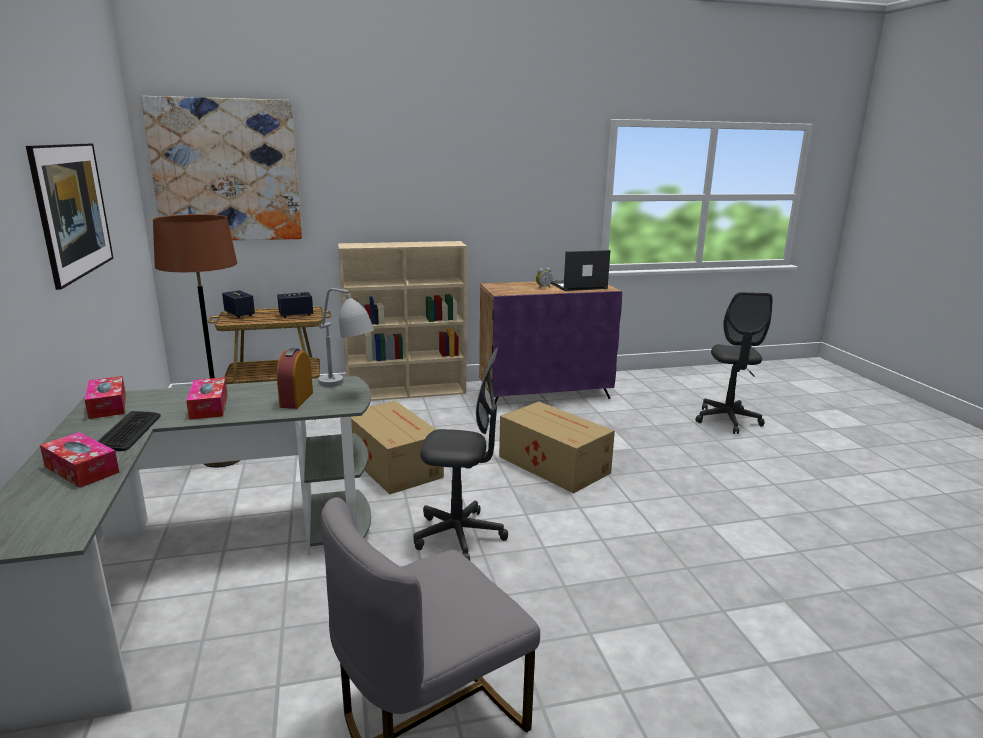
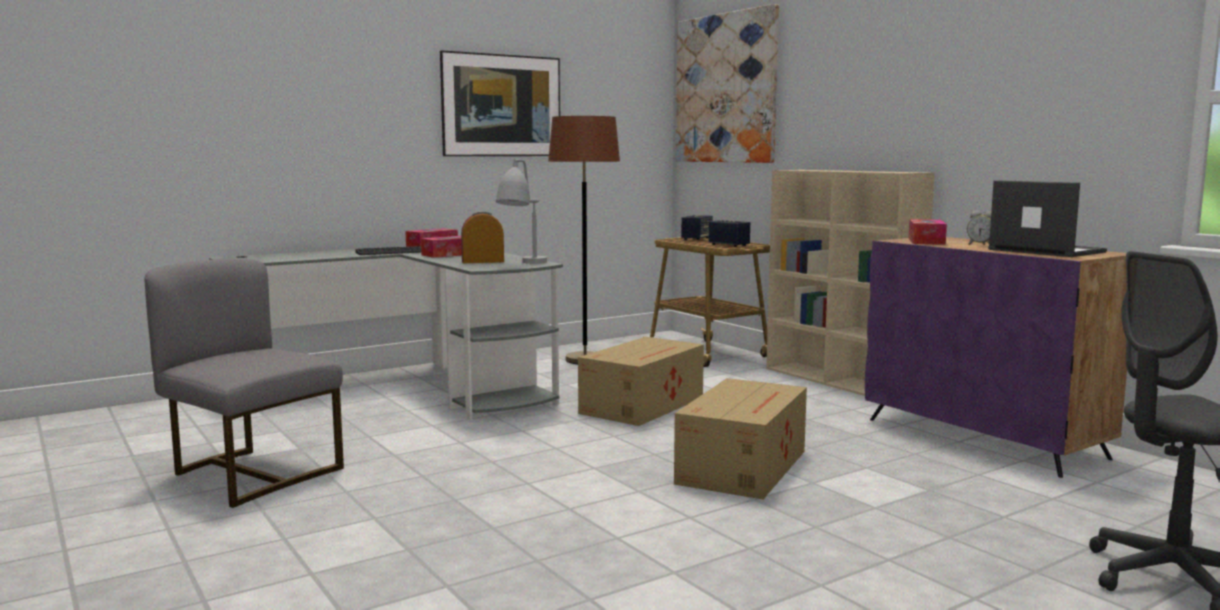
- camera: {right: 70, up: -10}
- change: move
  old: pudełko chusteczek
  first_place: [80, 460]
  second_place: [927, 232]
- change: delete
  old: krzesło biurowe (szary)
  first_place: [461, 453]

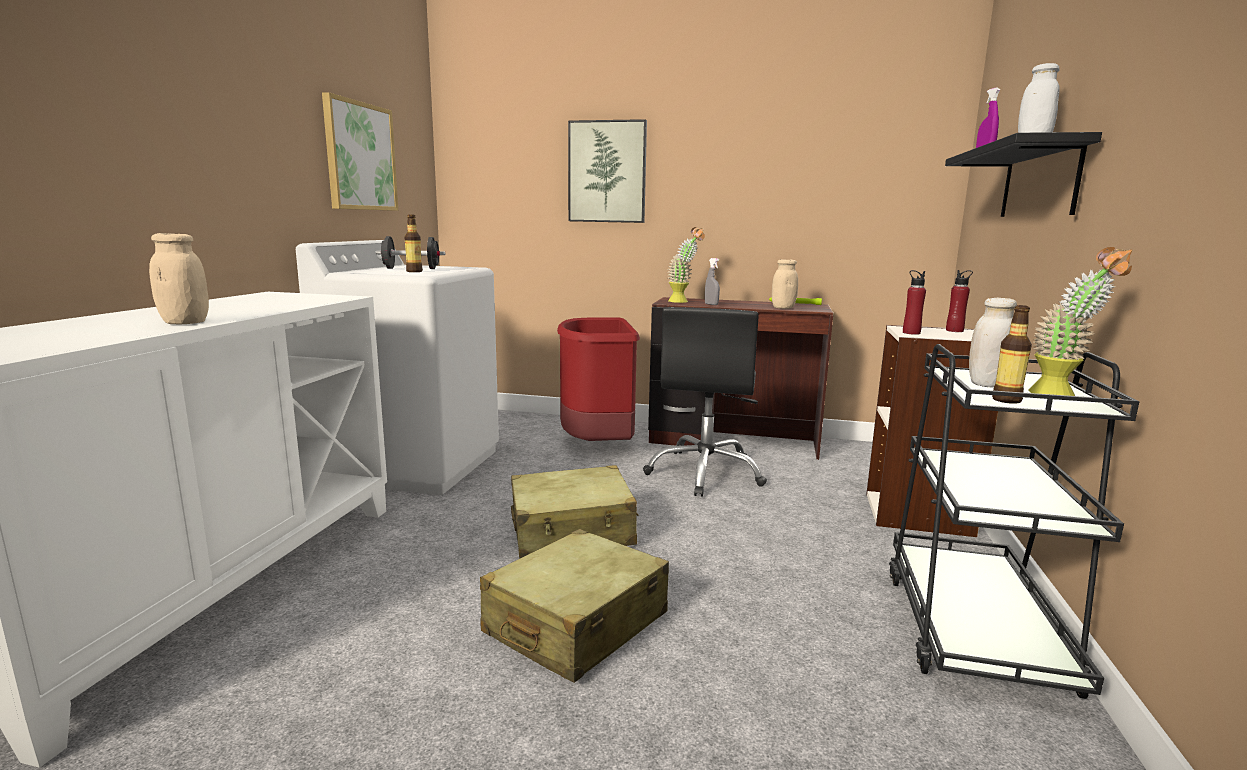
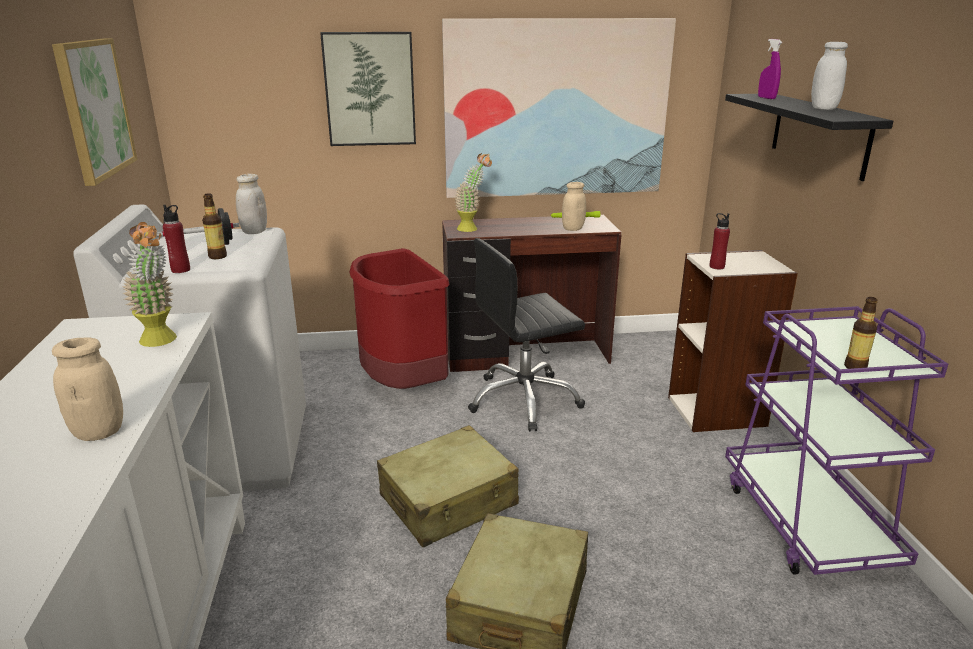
- camera: {right: -20, up: 10}
- change: move
  old: roślina doniczkowa
  first_place: [1080, 321]
  second_place: [149, 284]
- change: move
  old: butelka (czerwony)
  first_place: [959, 301]
  second_place: [176, 239]
- change: move
  old: słoik (biały)
  first_place: [993, 343]
  second_place: [251, 204]
- change: insert
  new: obraz
  second_place: [559, 108]
- change: rotate
  old: krzesło biurowe (czarny)
  first_place: [705, 402]
  second_place: [526, 334]
  degrees: 75
- change: recolor
  old: wózek (czarny)
  new: wózek (fioletowy)
  first_place: [1014, 521]
  second_place: [836, 440]
- change: delete
  old: spryskiwacz (szary)
  first_place: [712, 281]

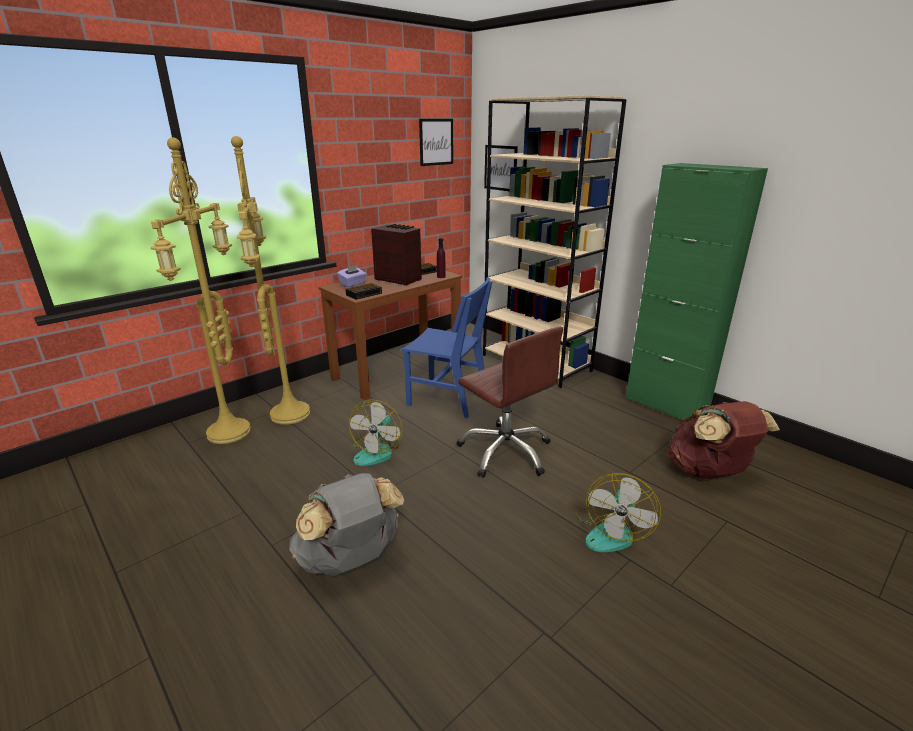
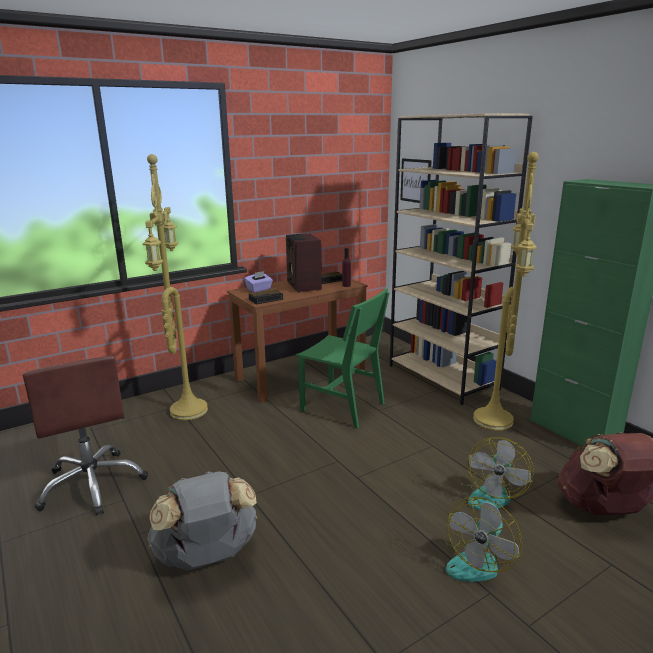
- camera: {right: 10, up: -5}
- change: move
  old: krzesło biurowe (brązowy)
  first_place: [510, 402]
  second_place: [85, 435]
- change: rotate
  old: radio
  first_place: [396, 255]
  second_place: [304, 263]
  degrees: -150
- change: recolor
  old: krzesło (niebieski)
  new: krzesło (zielony)
  first_place: [446, 347]
  second_place: [343, 358]
- change: move
  old: wentylator
  first_place: [376, 433]
  second_place: [496, 473]
- change: move
  old: lampa stojąca (żółty)
  first_place: [201, 290]
  second_place: [506, 291]
- change: delete
  old: obraz
  first_place: [436, 142]

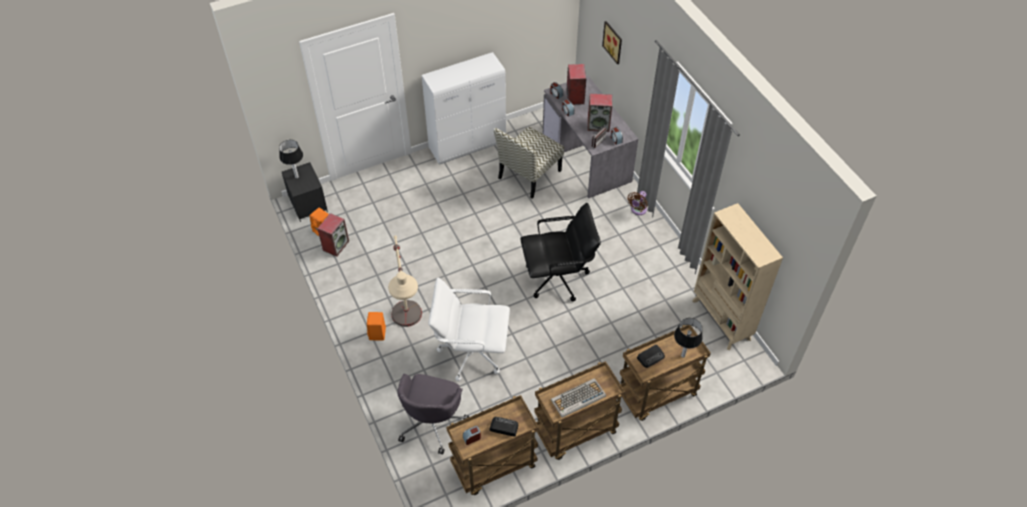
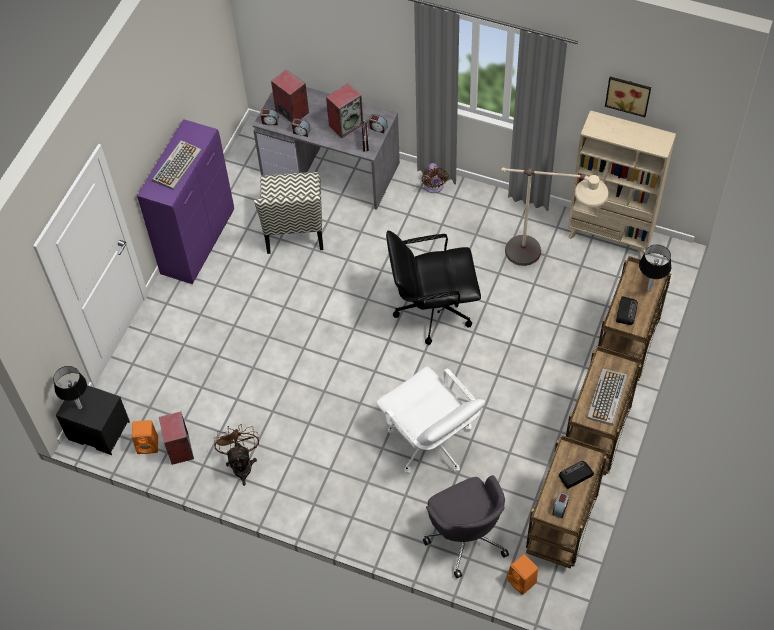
- camera: {right: -40, up: 5}
- change: recolor
  old: szafka (biały)
  new: szafka (fioletowy)
  first_place: [463, 108]
  second_place: [185, 201]
- change: insert
  new: klawiatura
  second_place: [177, 165]
- change: insert
  new: wentylator (brązowy)
  second_place: [236, 455]
- change: rotate
  old: krzesło biurowe (biały)
  first_place: [469, 329]
  second_place: [430, 420]
  degrees: -90
- change: rotate
  old: krzesło biurowe (czarny)
  first_place: [560, 252]
  second_place: [433, 287]
  degrees: -135
- change: move
  old: lampa stojąca (beżowy)
  first_place: [405, 281]
  second_place: [555, 217]
- change: move
  old: głośnik (pomarańczowy)
  first_place: [376, 326]
  second_place: [522, 574]
- change: move
  old: obraz
  first_place: [612, 42]
  second_place: [628, 97]

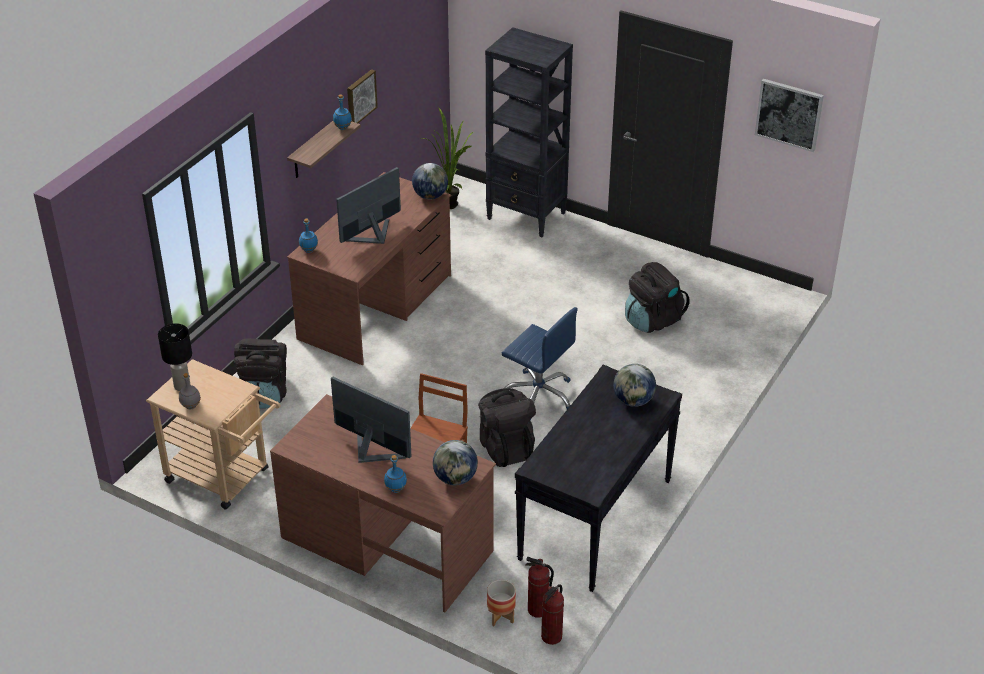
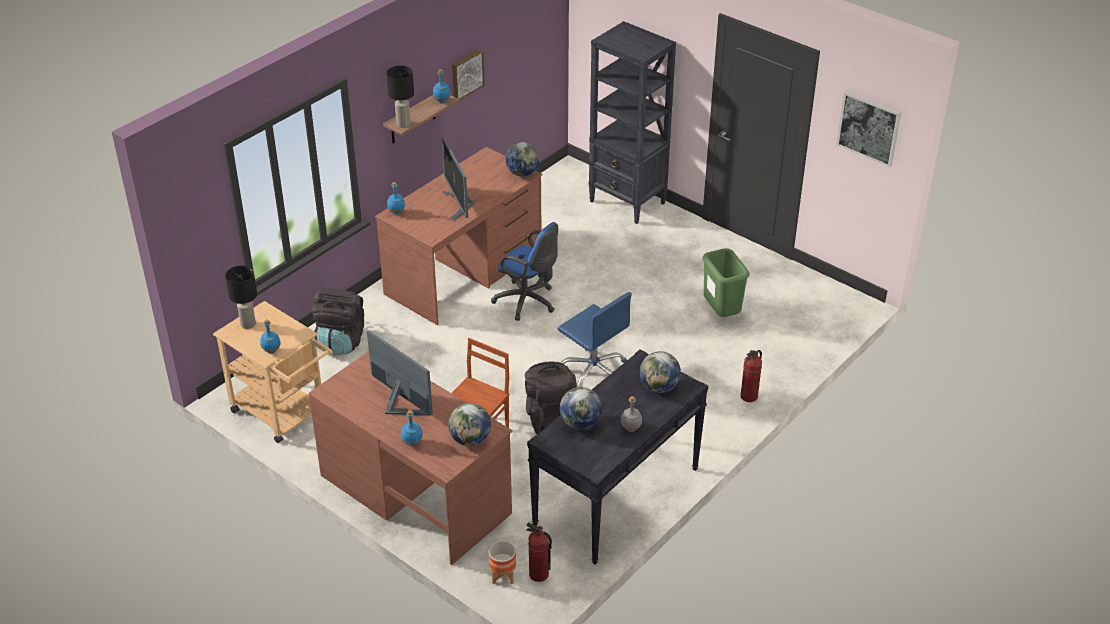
- camera: {right: 10, up: 0}
- change: insert
  new: butelka (niebieski)
  second_place: [270, 336]
- change: insert
  new: lampa stołowa (czarny)
  second_place: [400, 97]
- change: rotate
  old: monitor
  first_place: [368, 205]
  second_place: [458, 179]
  degrees: -75
- change: insert
  new: krzesło biurowe (niebieski)
  second_place: [524, 271]
- change: insert
  new: globus
  second_place: [581, 408]
- change: move
  old: butelka (szary)
  first_place: [190, 391]
  second_place: [631, 414]
- change: replace
  old: plecak (czarny)
  new: kosz na śmieci (zielony)
  first_place: [657, 297]
  second_place: [726, 282]
- change: move
  old: gaśnica
  first_place: [552, 614]
  second_place: [751, 376]
- change: delete
  old: roślina doniczkowa
  first_place: [447, 158]

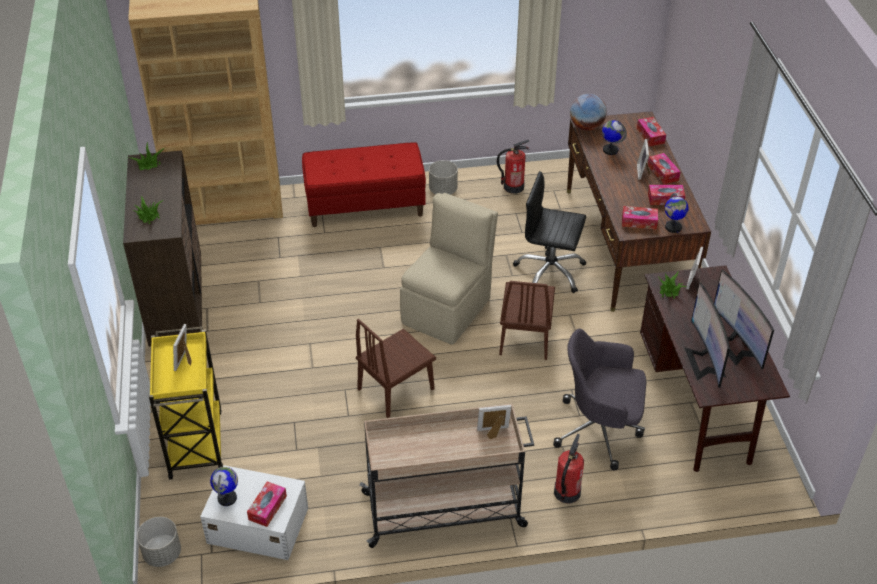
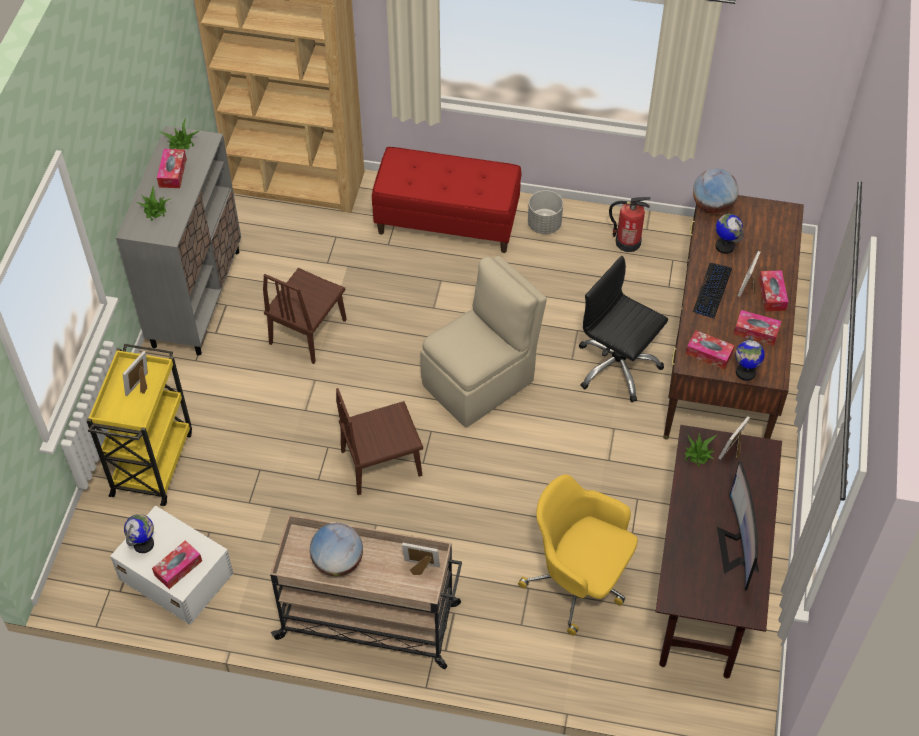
- camera: {right: 20, up: 10}
- change: recolor
  old: szafka (brązowy)
  new: szafka (szary)
  first_place: [162, 248]
  second_place: [178, 240]
- change: move
  old: pudełko chusteczek
  first_place: [651, 131]
  second_place: [172, 168]
- change: move
  old: krzesło (brązowy)
  first_place: [527, 320]
  second_place: [305, 316]
- change: insert
  new: globus
  second_place: [336, 549]
- change: recolor
  old: krzesło biurowe (szary)
  new: krzesło biurowe (żółty)
  first_place: [599, 399]
  second_place: [578, 555]
- change: insert
  new: klawiatura
  second_place: [712, 290]
- change: delete
  old: donica (szary)
  first_place: [159, 542]
- change: delete
  old: gaśnica
  first_place: [569, 469]
- change: delete
  old: monitor
  first_place: [707, 335]

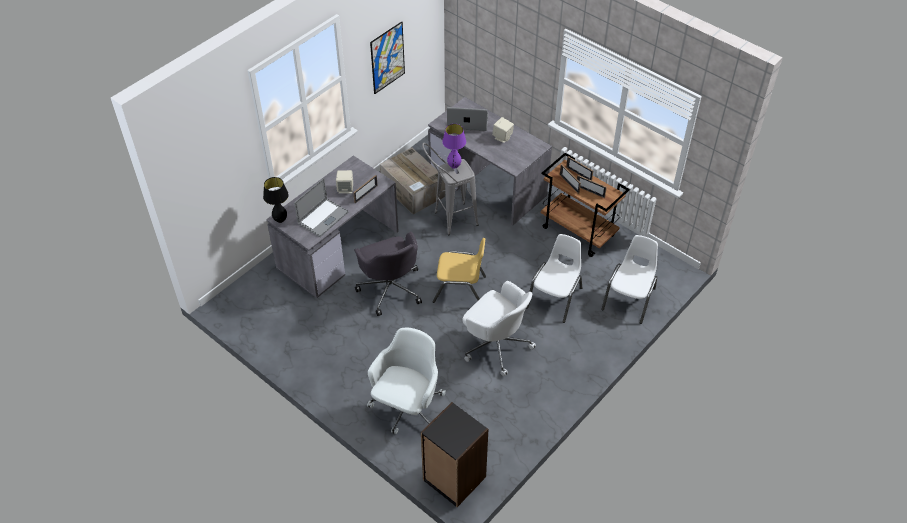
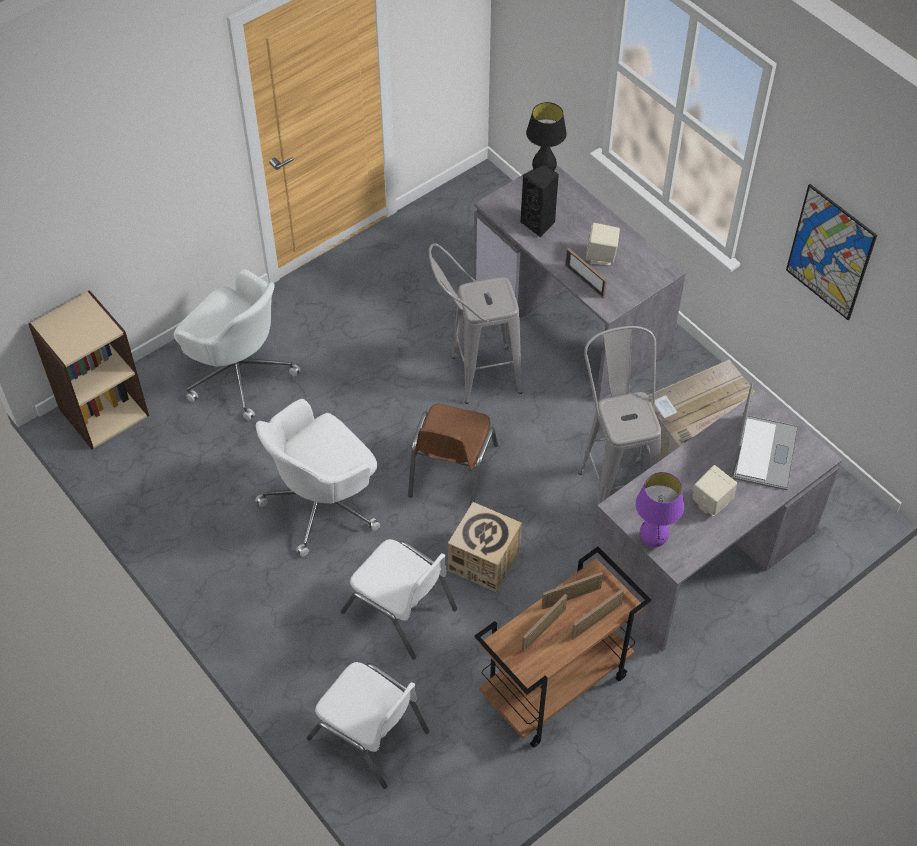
- camera: {right: 100, up: 5}
- change: recolor
  old: regał (czarny)
  new: regał (beżowy)
  first_place: [454, 454]
  second_place: [88, 369]
- change: recolor
  old: krzesło (żółty)
  new: krzesło (brązowy)
  first_place: [459, 270]
  second_place: [453, 454]
- change: replace
  old: krzesło biurowe (szary)
  new: stołek (szary)
  first_place: [388, 274]
  second_place: [476, 323]
- change: insert
  new: karton
  second_place: [485, 547]
- change: replace
  old: laptop
  new: głośnik (czarny)
  first_place: [321, 207]
  second_place: [540, 200]
- change: move
  old: lampa stołowa (fioletowy)
  first_place: [454, 146]
  second_place: [659, 510]

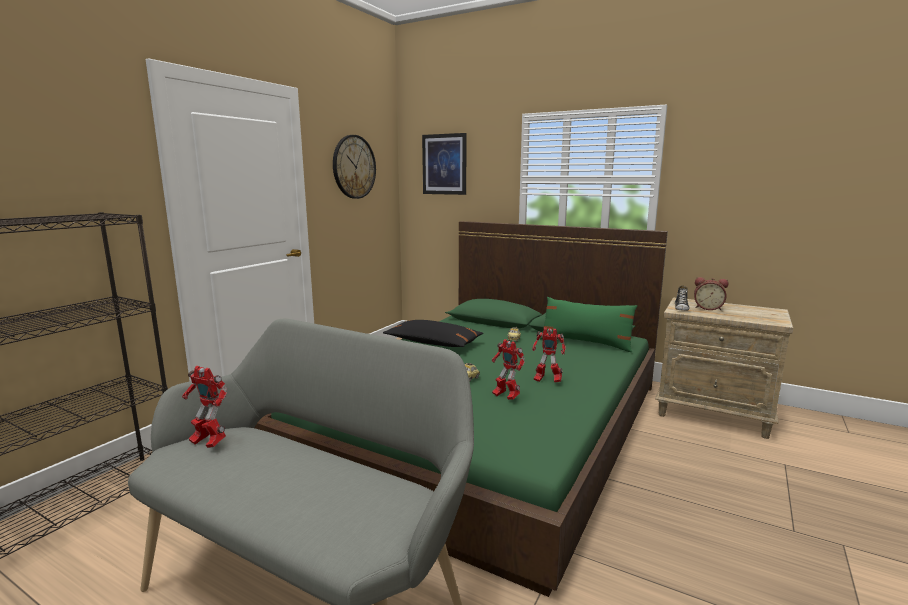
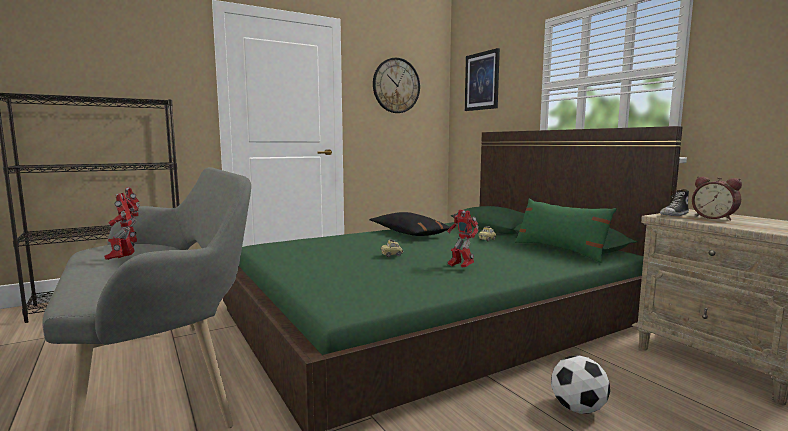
- camera: {right: 30, up: -5}
- change: move
  old: robot zabawkowy
  first_place: [508, 369]
  second_place: [119, 226]
- change: insert
  new: piłka futbolowa
  second_place: [580, 384]

